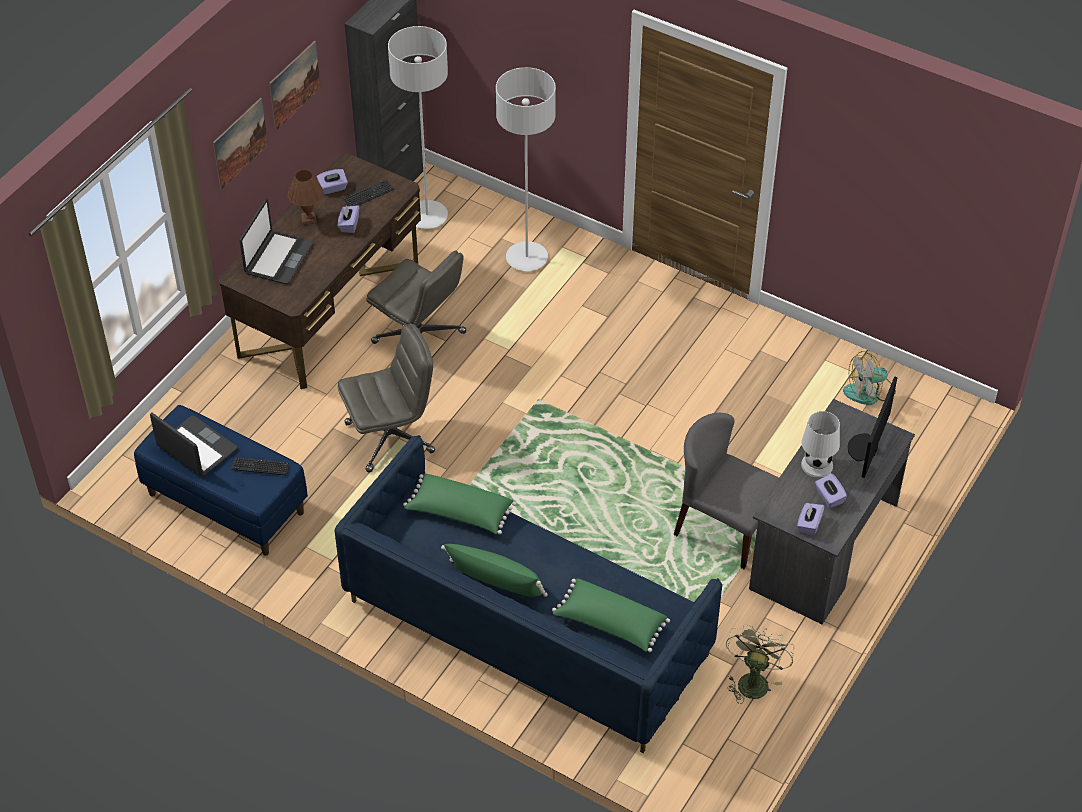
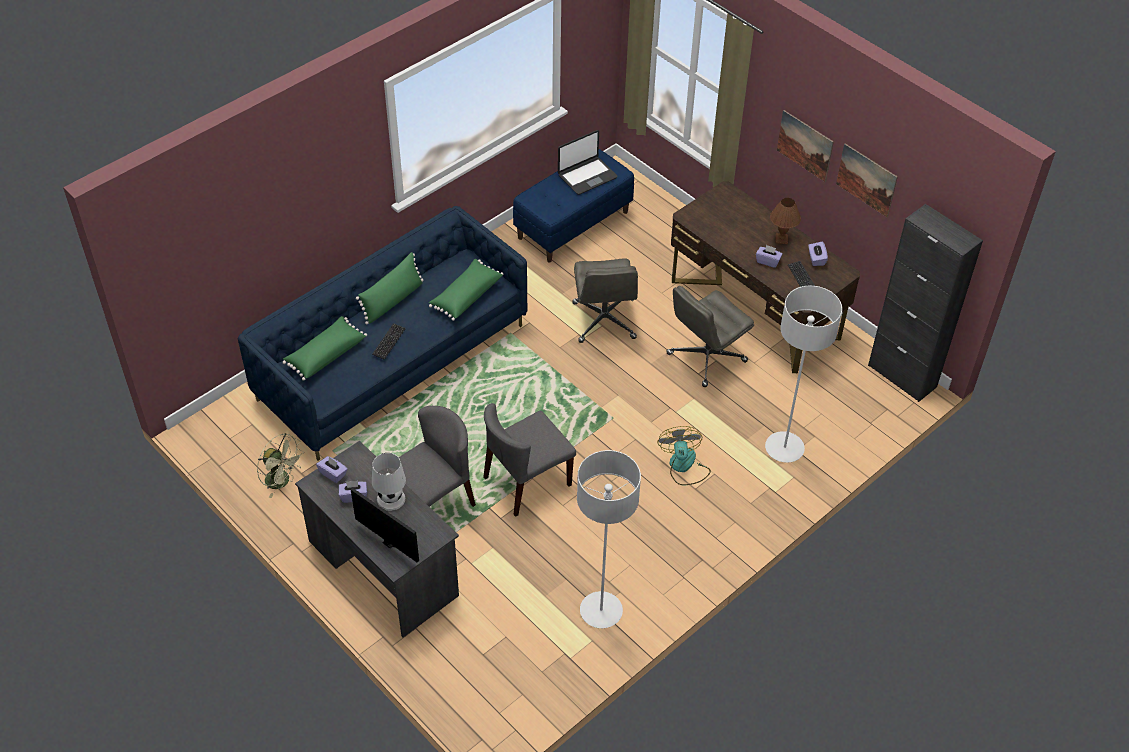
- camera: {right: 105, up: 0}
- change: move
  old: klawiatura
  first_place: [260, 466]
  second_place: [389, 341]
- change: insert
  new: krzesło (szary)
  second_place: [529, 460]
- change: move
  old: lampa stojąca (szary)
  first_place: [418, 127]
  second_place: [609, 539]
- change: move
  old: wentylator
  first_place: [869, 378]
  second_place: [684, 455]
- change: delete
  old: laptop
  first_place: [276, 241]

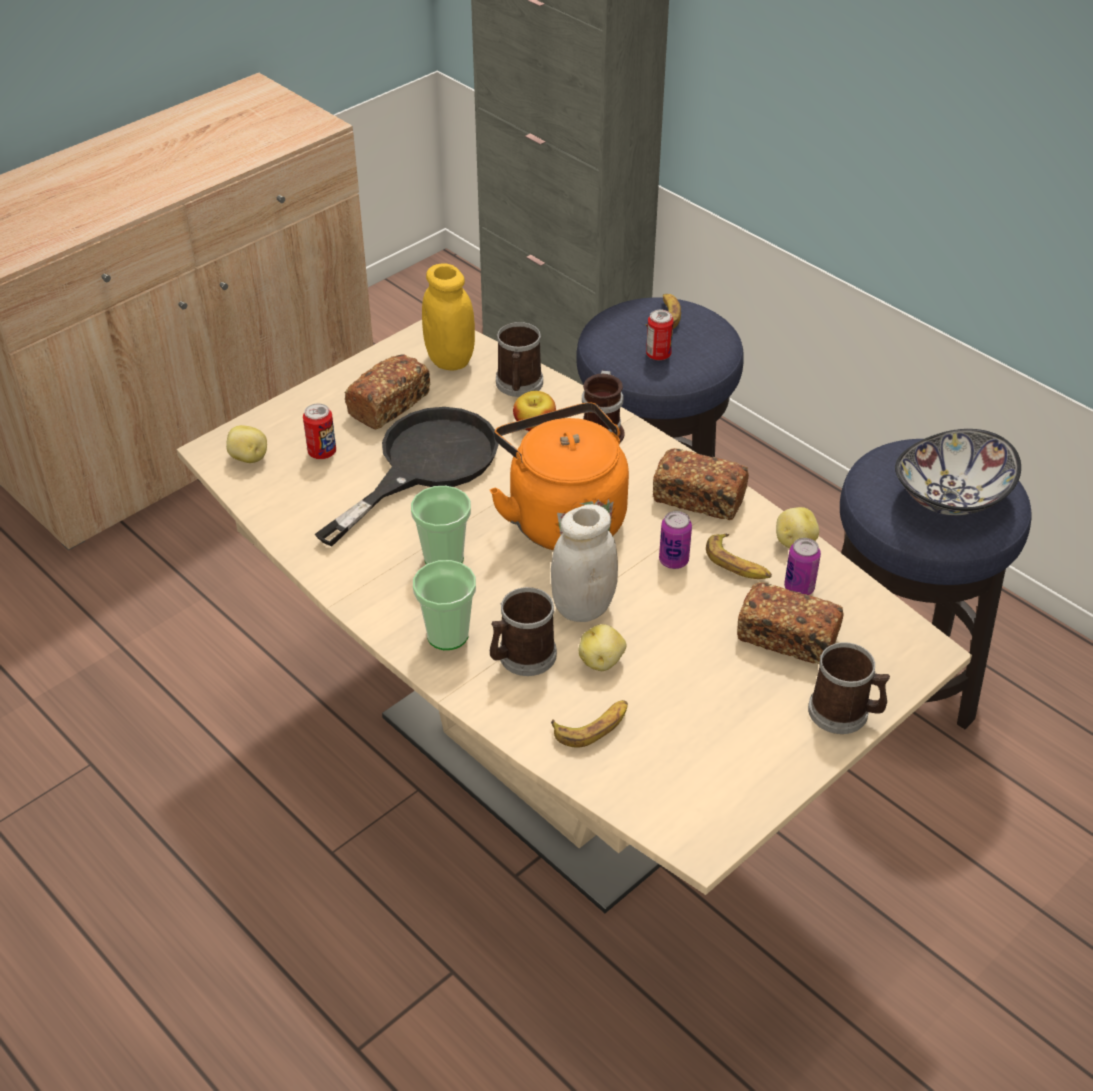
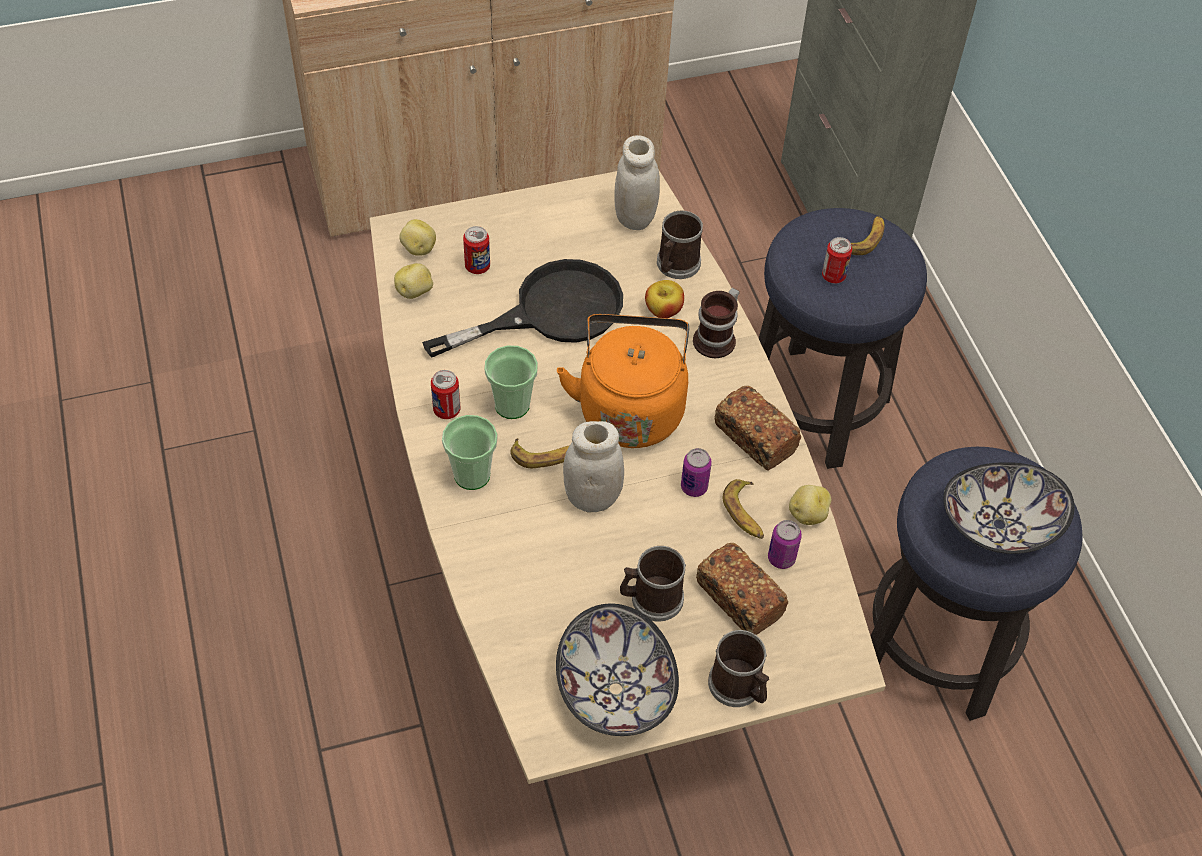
- camera: {right: 25, up: 10}
- change: move
  old: ziemniak
  first_place: [602, 647]
  second_place: [413, 281]
- change: insert
  new: puszka
  second_place: [445, 394]
- change: move
  old: banan
  first_place: [589, 724]
  second_place: [540, 453]
- change: insert
  new: miska
  second_place: [617, 670]
- change: recolor
  old: słoik (żółty)
  new: słoik (biały)
  first_place: [448, 317]
  second_place: [637, 182]
- change: move
  old: kubek
  first_place: [523, 631]
  second_place: [653, 583]
- change: delete
  old: chleb
  first_place: [387, 391]

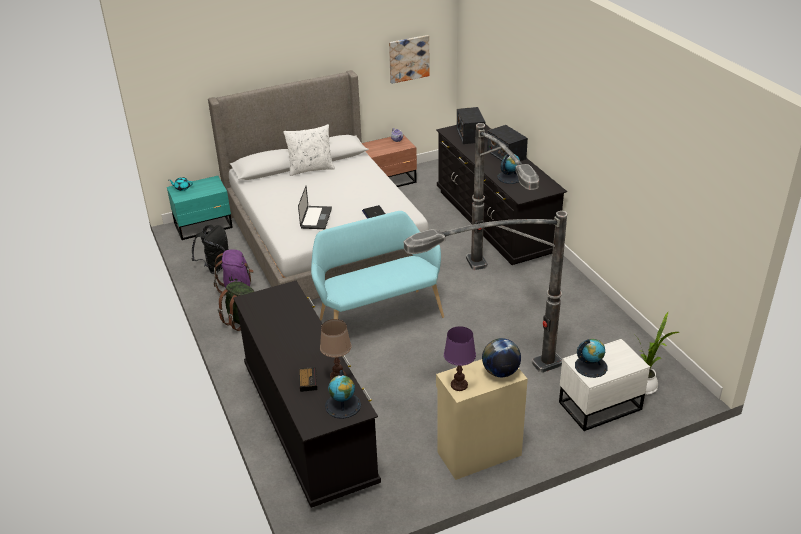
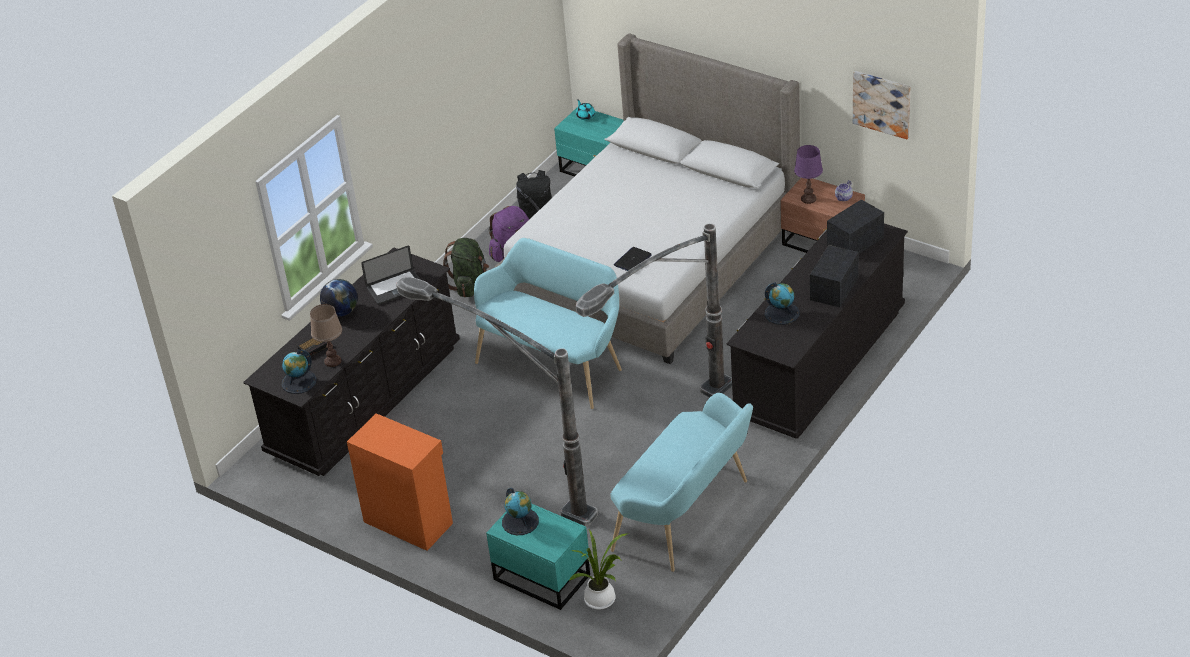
- camera: {right: 60, up: 5}
- change: move
  old: globus
  first_place: [501, 357]
  second_place: [339, 298]
- change: recolor
  old: szafka (beżowy)
  new: szafka (pomarańczowy)
  first_place: [482, 419]
  second_place: [400, 482]
- change: move
  old: laptop
  first_place: [315, 207]
  second_place: [391, 275]
- change: recolor
  old: szafka nocna (biały)
  new: szafka nocna (turkusowy)
  first_place: [604, 385]
  second_place: [538, 556]
- change: insert
  new: ławka (turkusowy)
  second_place: [681, 482]
- change: move
  old: lampa stołowa (fioletowy)
  first_place: [460, 358]
  second_place: [808, 174]
- change: delete
  old: poduszka (biały)
  first_place: [309, 150]

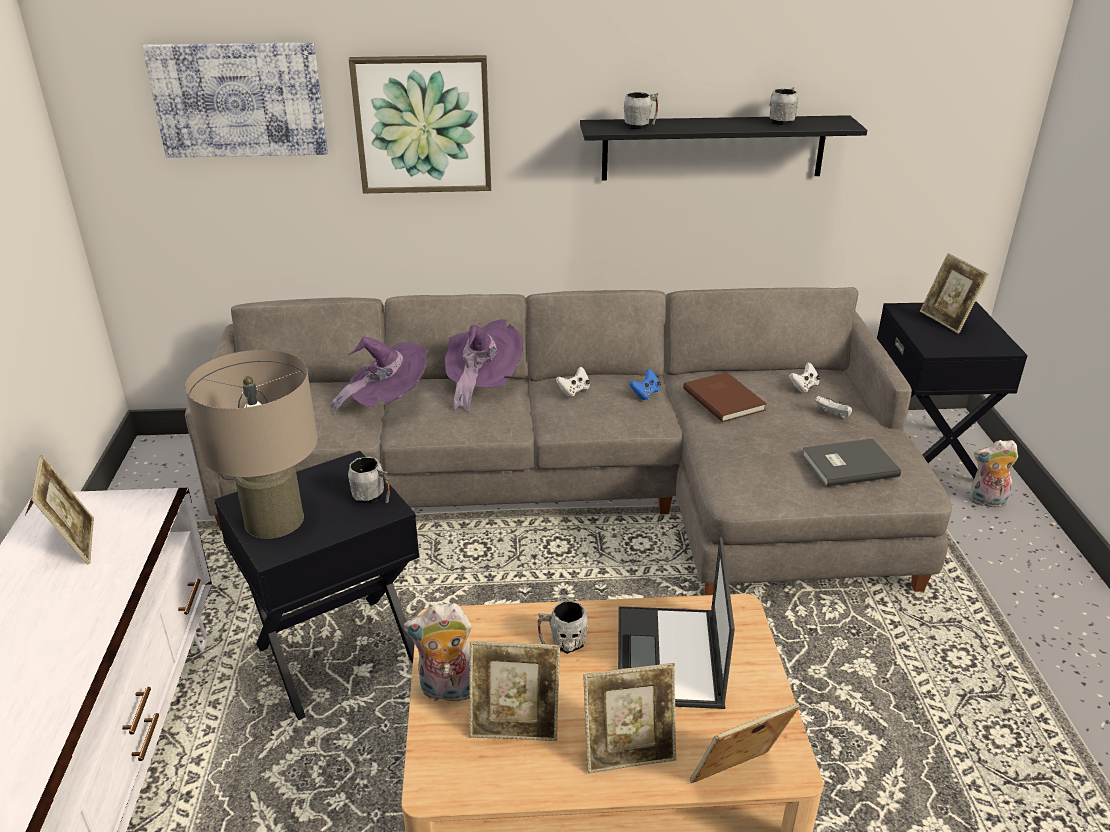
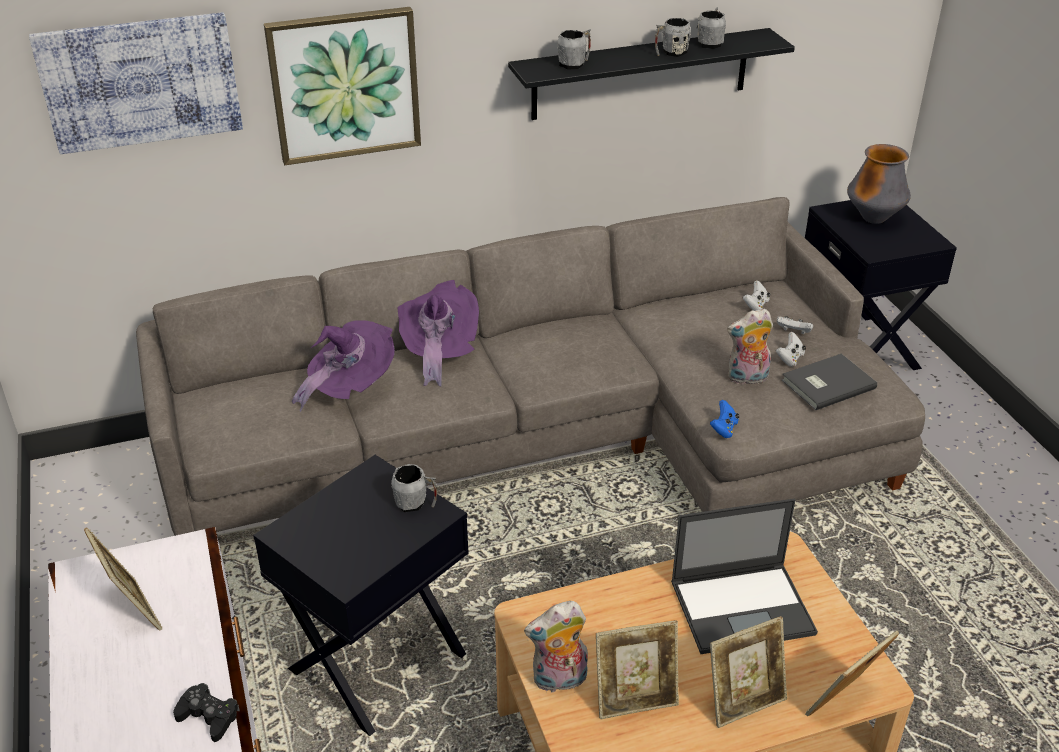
- camera: {right: -15, up: 5}
- change: insert
  new: pad do gier (czarny)
  second_place: [206, 712]
- change: move
  old: kubek (szary)
  first_place: [562, 627]
  second_place: [673, 37]
- change: rotate
  old: laptop
  first_place: [676, 623]
  second_place: [744, 576]
  degrees: -90
- change: move
  old: pad do gier (niebieski)
  first_place: [645, 384]
  second_place: [725, 419]
- change: move
  old: pluszak
  first_place: [993, 473]
  second_place: [750, 346]
- change: move
  old: pad do gier (biały)
  first_place: [573, 381]
  second_place: [791, 349]
- change: replace
  old: ramka na zdjęcie
  new: wazon
  first_place: [954, 293]
  second_place: [879, 184]
- change: delete
  old: lampa stołowa (beżowy)
  first_place: [251, 444]
- change: delete
  old: książka (brązowy)
  first_place: [725, 397]

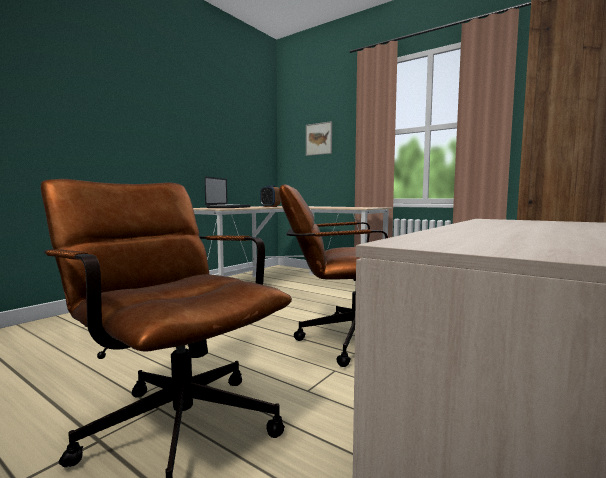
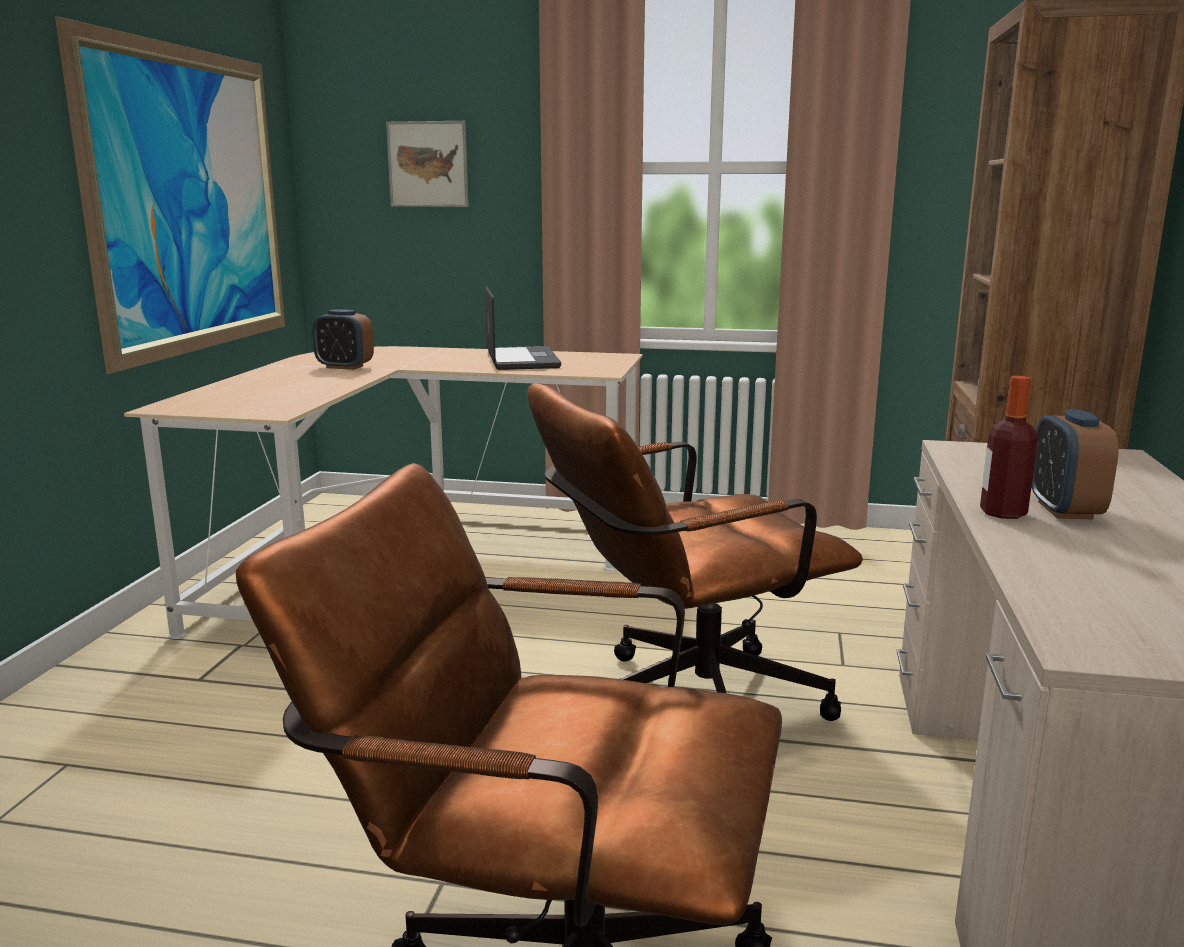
- camera: {right: -25, up: 10}
- change: insert
  new: obraz
  second_place: [170, 195]
- change: move
  old: laptop
  first_place: [227, 192]
  second_place: [523, 328]
- change: insert
  new: butelka
  second_place: [1009, 447]
- change: insert
  new: budzik
  second_place: [1075, 464]

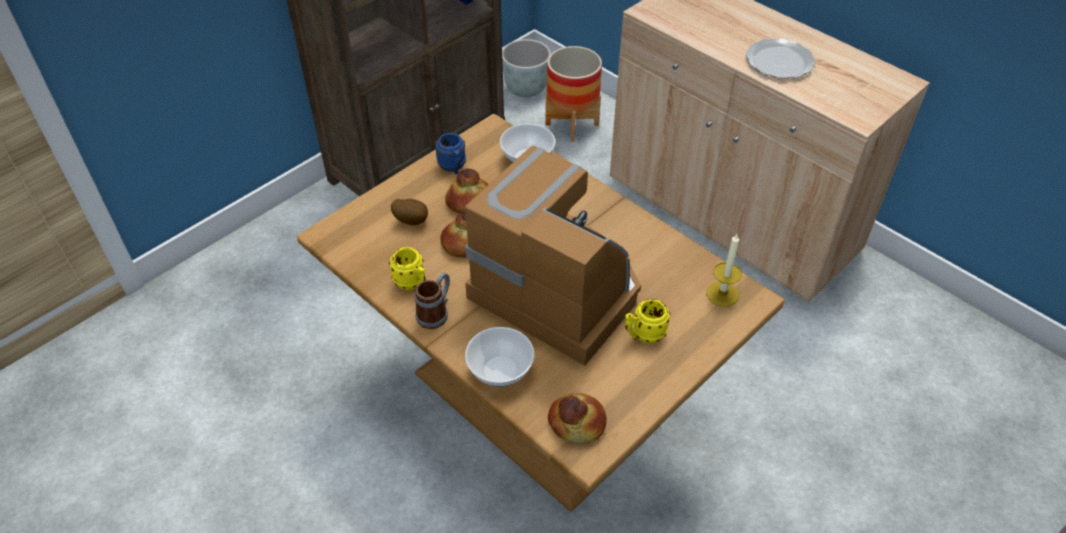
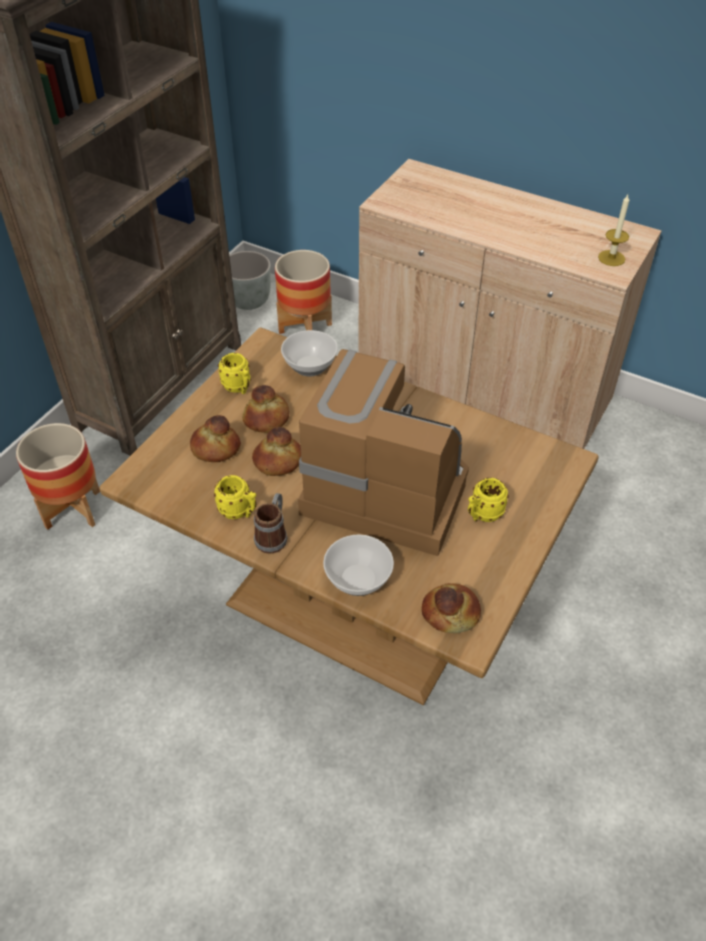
- camera: {right: -15, up: 0}
- change: insert
  new: donica
  second_place: [58, 476]
- change: replace
  old: ziemniak
  new: chleb
  first_place: [409, 212]
  second_place: [215, 438]
- change: recolor
  old: kubek (niebieski)
  new: kubek (żółty)
  first_place: [450, 153]
  second_place: [234, 373]
- change: move
  old: świeca
  first_place: [724, 270]
  second_place: [613, 230]
- change: delete
  old: talerz
  first_place: [780, 58]

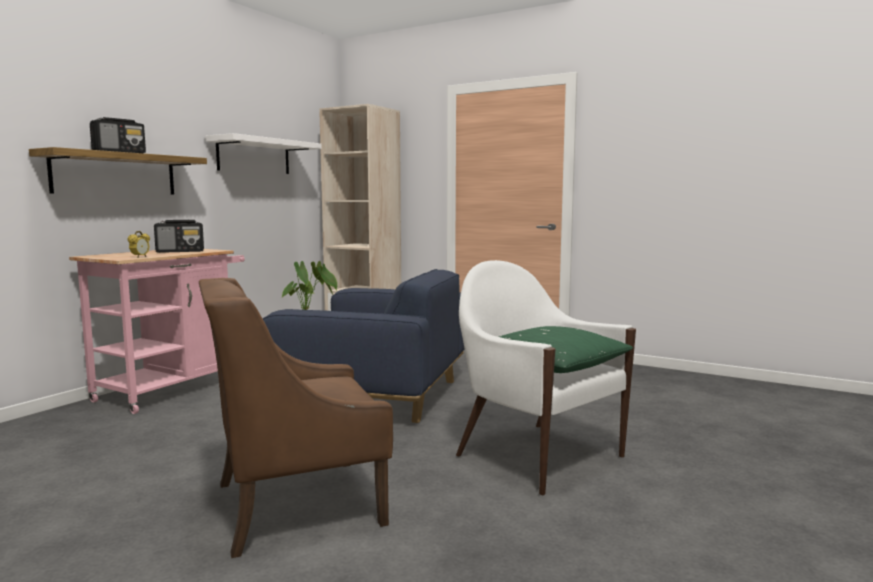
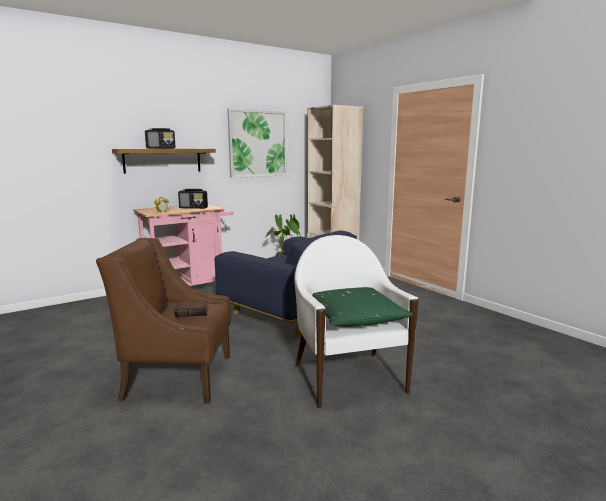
- camera: {right: 25, up: 5}
- change: insert
  new: książka
  second_place: [191, 309]
- change: replace
  old: półka (biały)
  new: obraz
  first_place: [263, 153]
  second_place: [257, 143]

